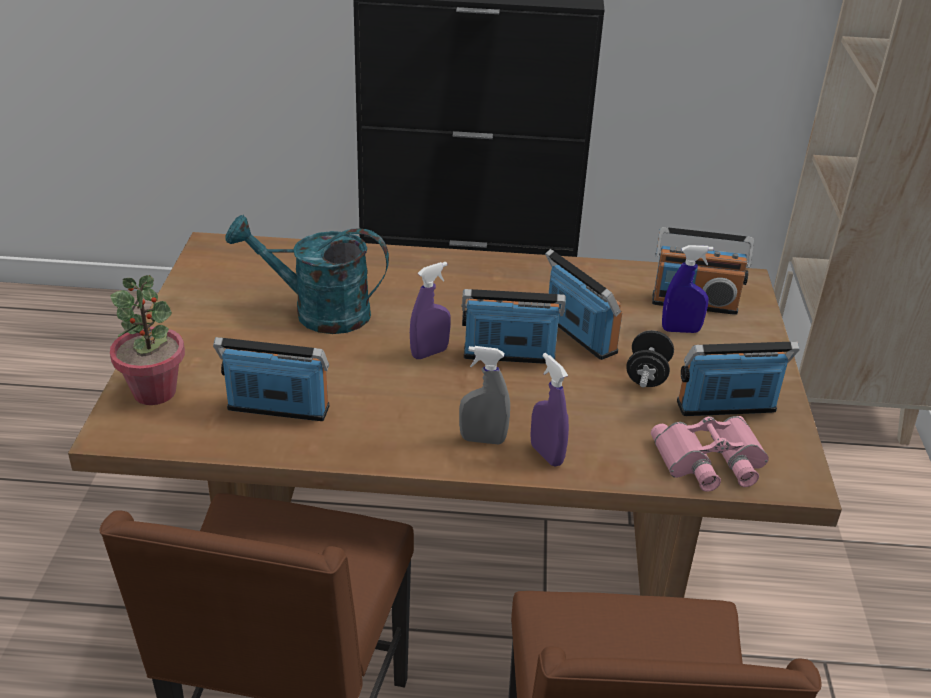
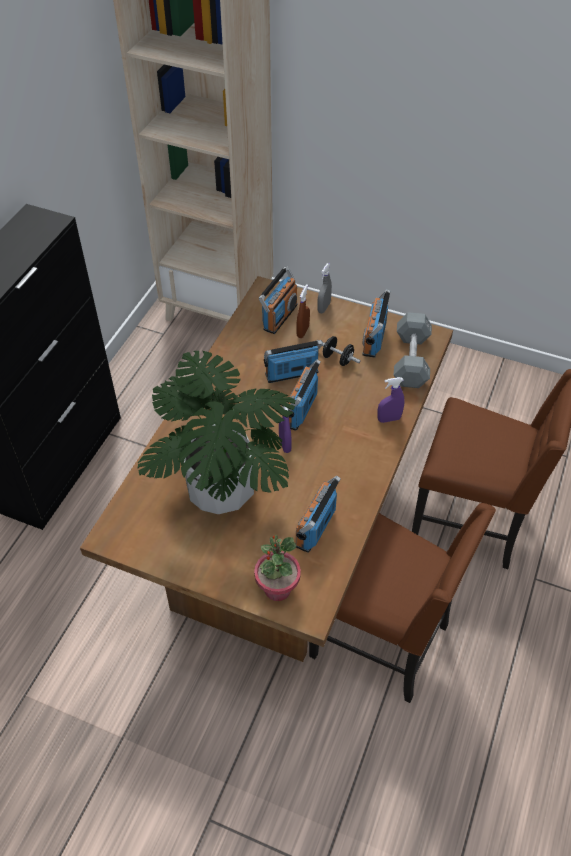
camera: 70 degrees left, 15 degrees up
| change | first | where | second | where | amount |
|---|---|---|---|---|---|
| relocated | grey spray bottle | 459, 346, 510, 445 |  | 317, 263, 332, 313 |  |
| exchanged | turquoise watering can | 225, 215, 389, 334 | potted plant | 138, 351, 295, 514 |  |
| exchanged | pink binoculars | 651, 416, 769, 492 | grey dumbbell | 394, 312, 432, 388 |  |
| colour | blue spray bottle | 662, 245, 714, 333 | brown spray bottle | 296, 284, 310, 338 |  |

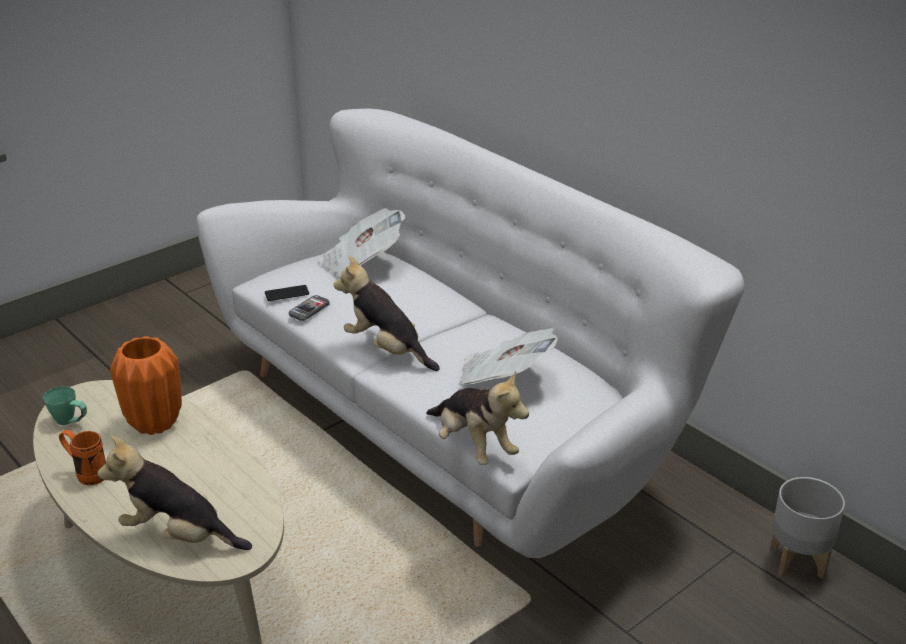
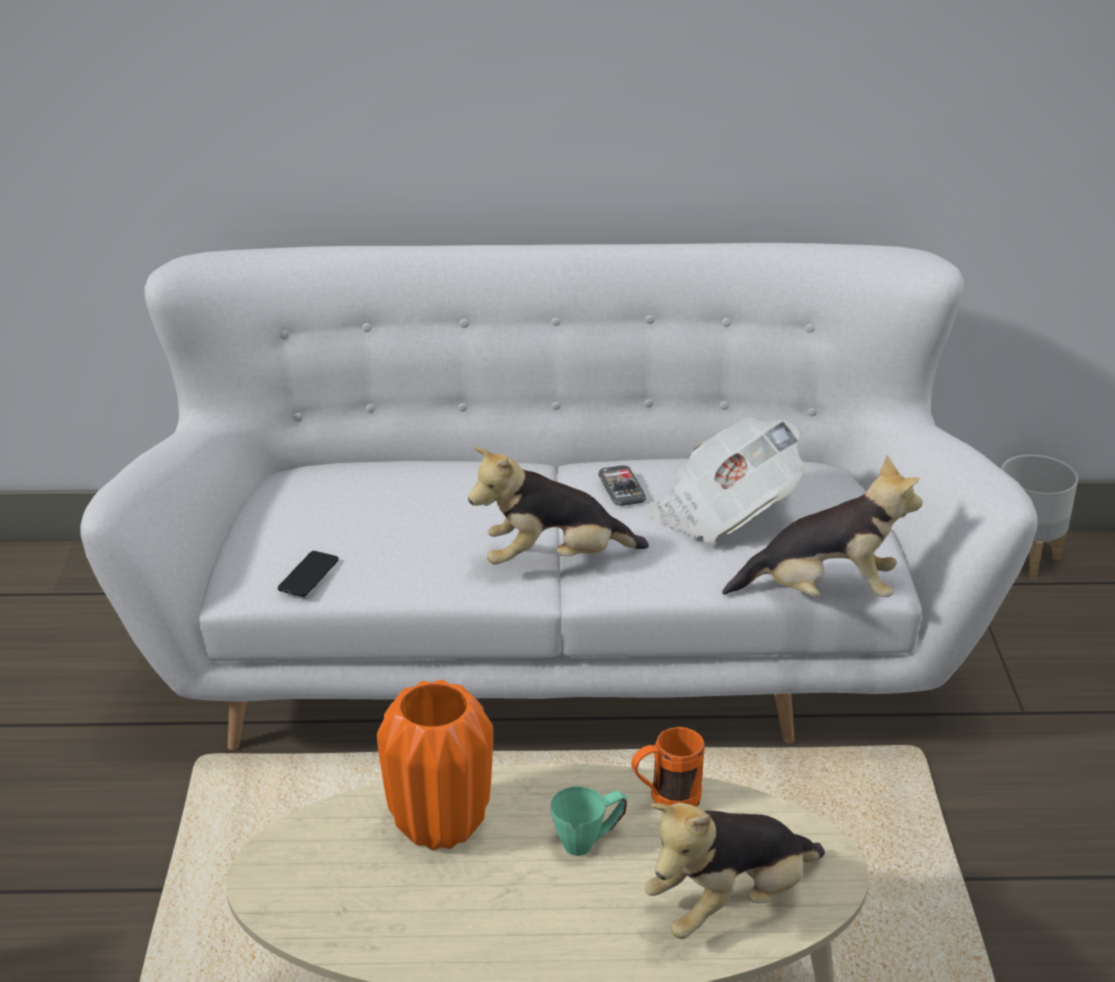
camera: 50 degrees left, 0 degrees up
| change | first | where | second | where | amount |
|---|---|---|---|---|---|
| missing | newspaper | 318, 208, 406, 276 |  |  |  |
| relocated | green mug | 43, 386, 87, 425 |  | 551, 786, 627, 856 |  |
| relocated | orange mug | 59, 430, 106, 485 |  | 631, 727, 705, 807 |  |
| relocated | phone | 289, 295, 330, 321 |  | 598, 465, 647, 506 |  |

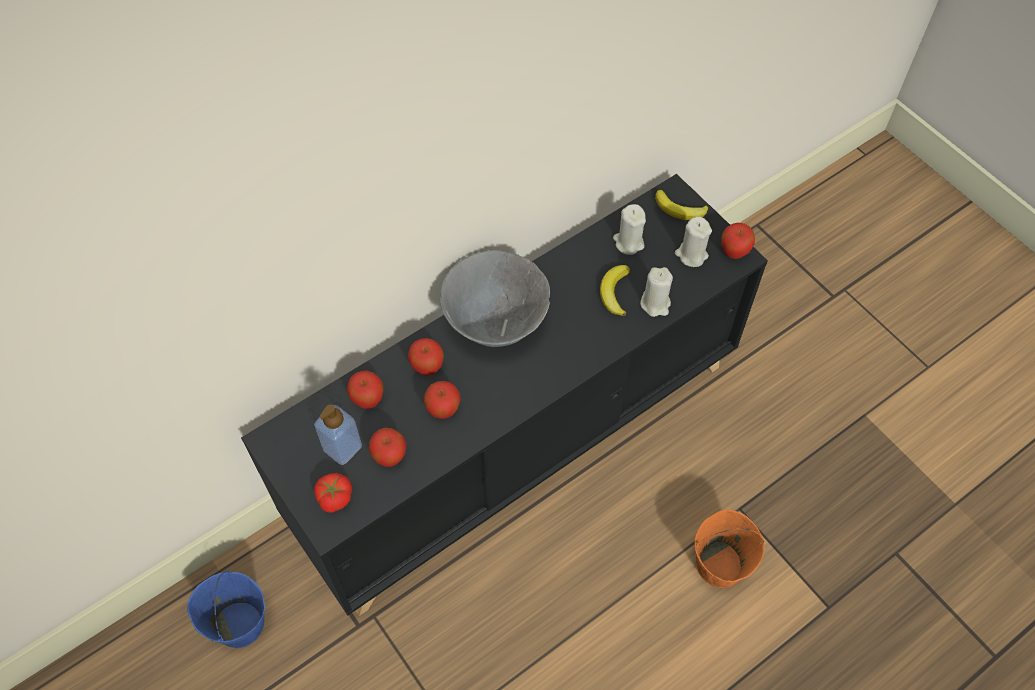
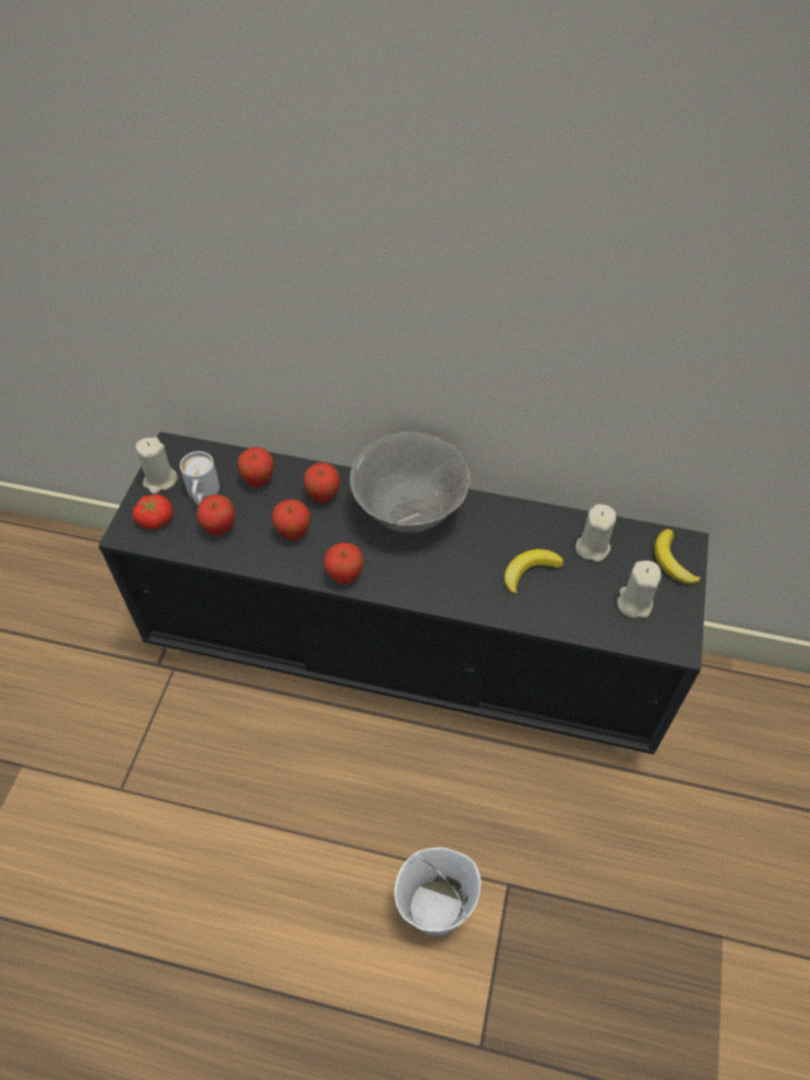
camera: 50 degrees right, 5 degrees down
| change | first | where | second | where | amount |
|---|---|---|---|---|---|
| missing | blue bucket | 187, 570, 265, 648 |  |  |  |
| relocated | beige candle | 640, 267, 673, 317 |  | 136, 437, 178, 494 |  |
| relocated | apple | 721, 223, 755, 259 |  | 323, 542, 364, 584 |  |
| exchanged | soap dispenser | 314, 404, 362, 465 | white mug | 180, 451, 220, 505 |  |
| colour | orange bucket | 695, 509, 765, 588 | white bucket | 394, 847, 481, 936 |  |

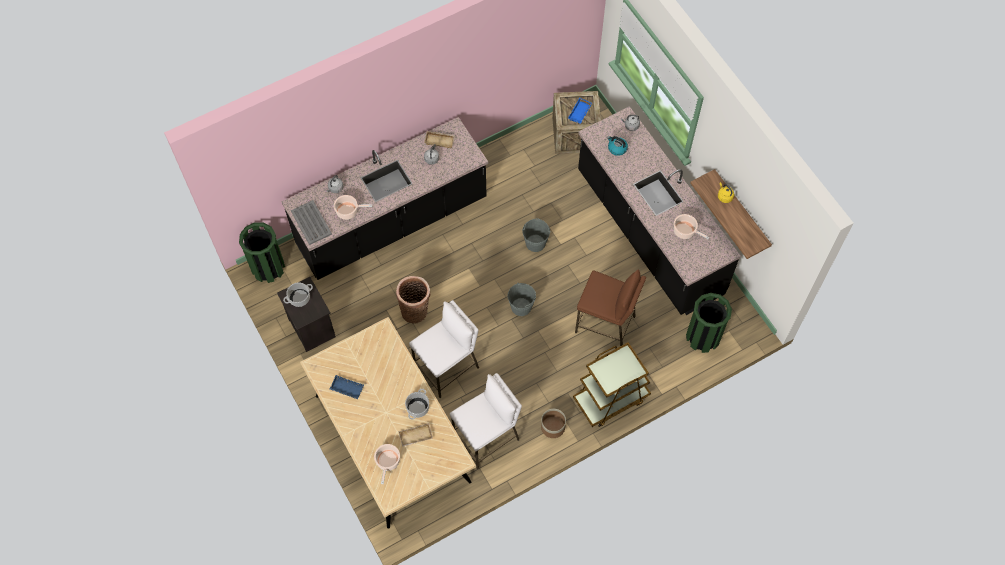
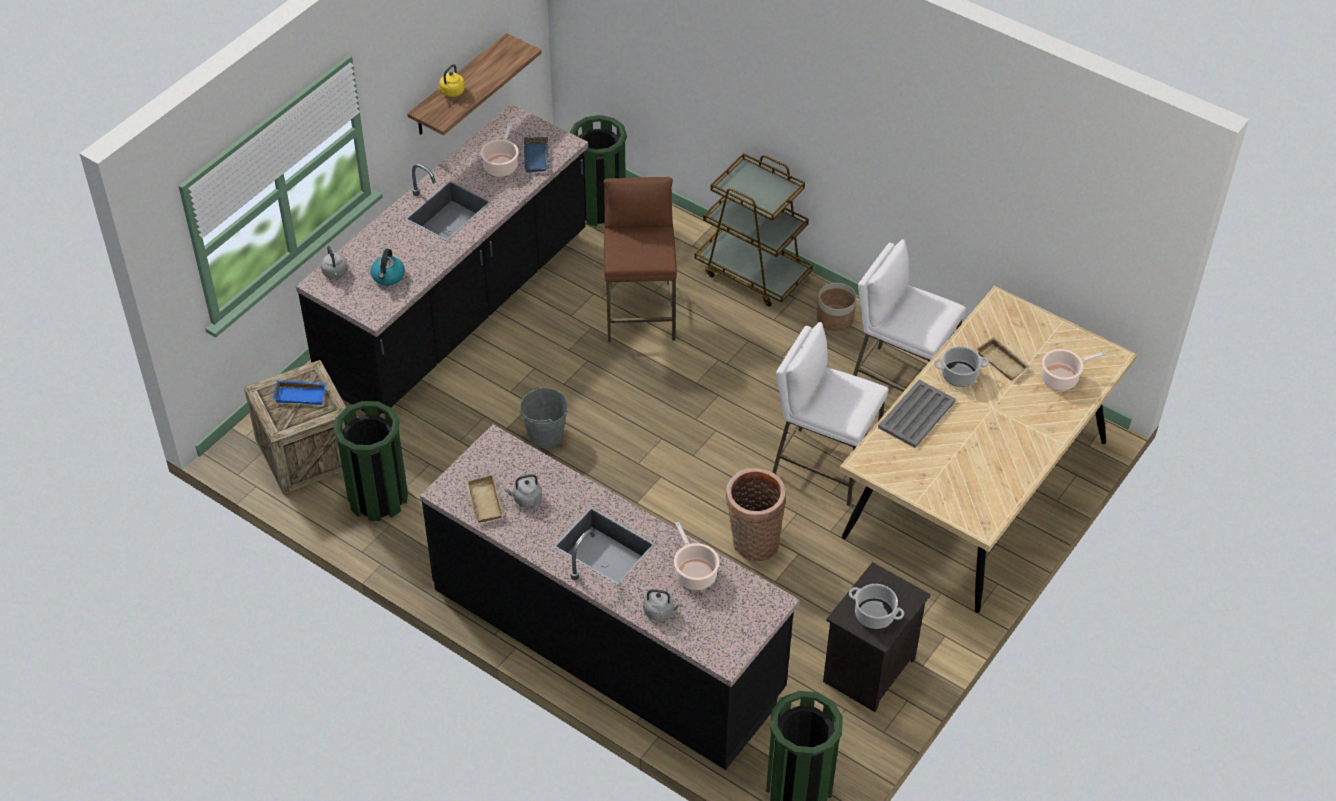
camera: 115 degrees left, 15 degrees down
| change | first | where | second | where | amount |
|---|---|---|---|---|---|
| missing | grey bucket | 508, 283, 536, 316 |  |  |  |
| appeared |  |  | green trash can | 334, 401, 408, 521 |  |
| relocated | grey tray | 291, 200, 332, 245 |  | 878, 380, 956, 448 |  |
| relocated | blue tray | 330, 375, 364, 399 |  | 524, 137, 549, 173 |  |

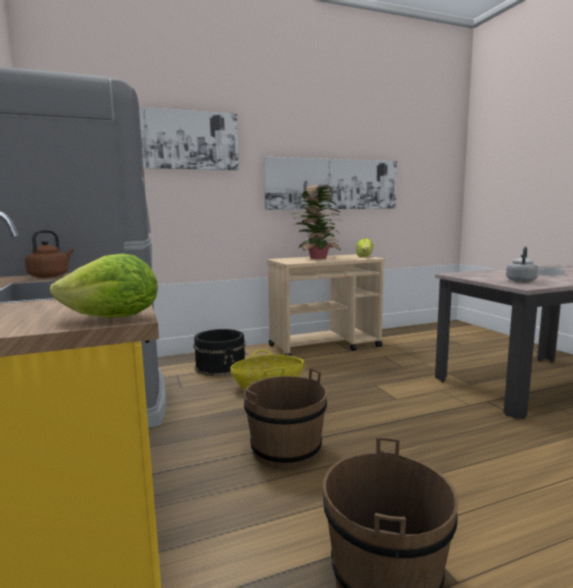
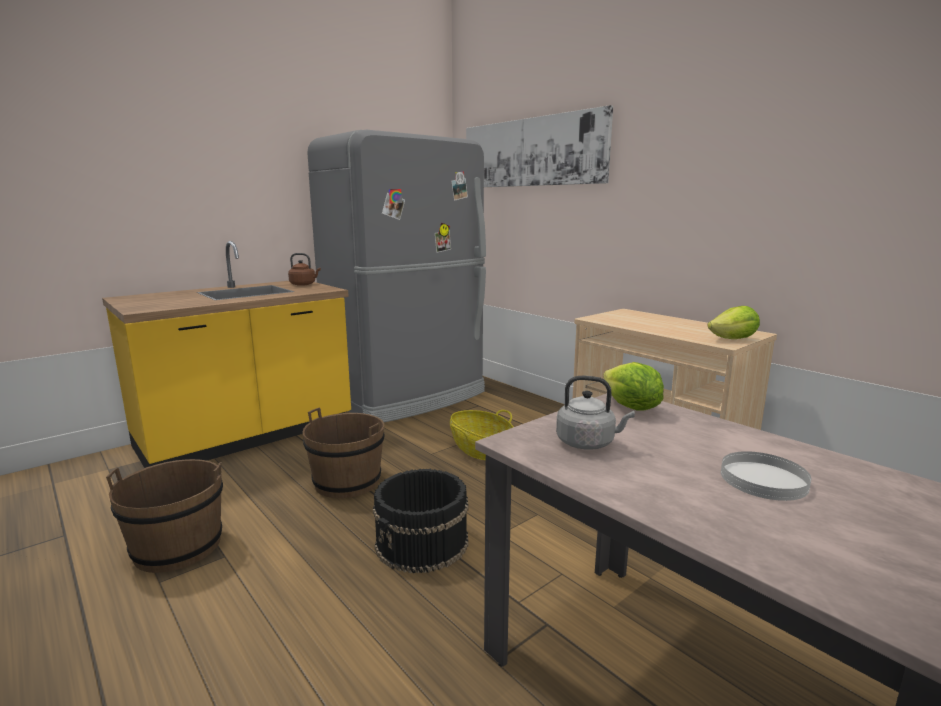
camera: 70 degrees right, 5 degrees up
| change | first | where | second | where | amount |
|---|---|---|---|---|---|
| missing | picture | 264, 157, 397, 210 |  |  |  |
| missing | potted plant | 293, 185, 342, 259 |  |  |  |
| relocated | lettuce | 50, 253, 158, 318 |  | 603, 362, 664, 411 |  |
| relocated | black bucket | 193, 329, 246, 376 |  | 373, 469, 468, 573 |  |

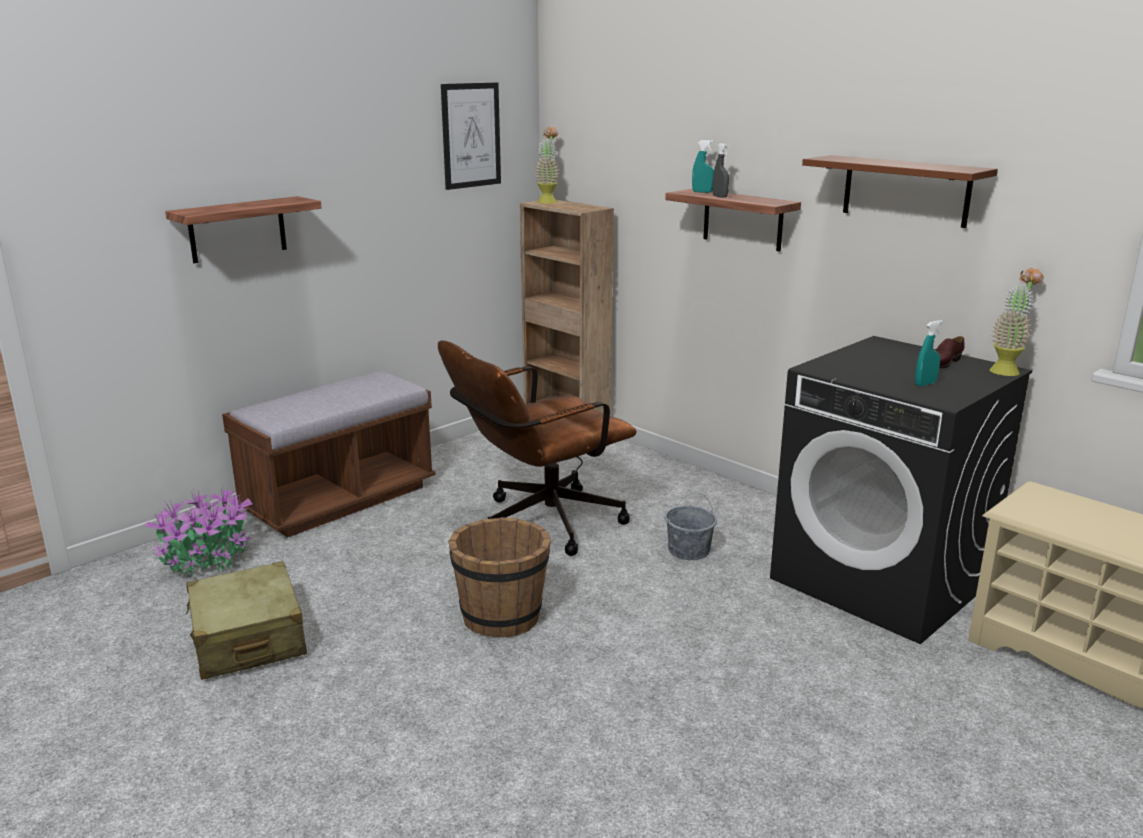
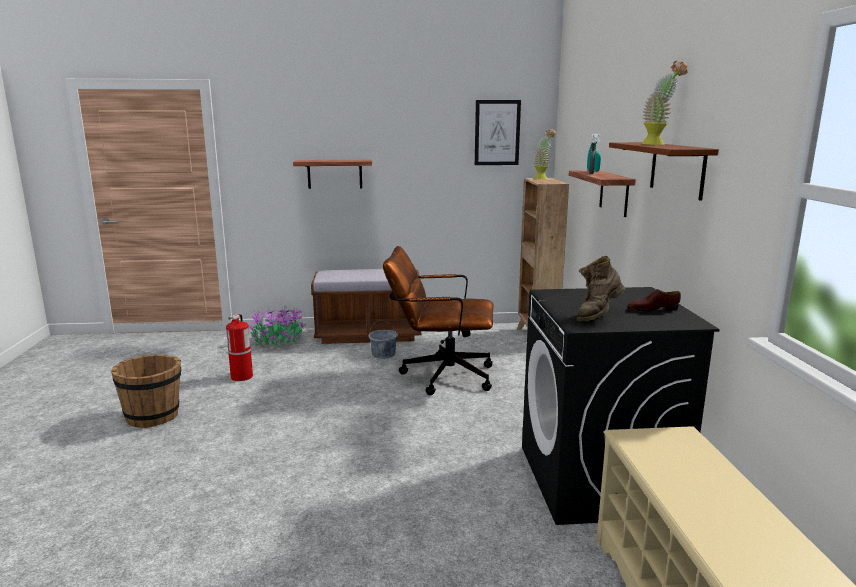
camera: 40 degrees right, 5 degrees down
| change | first | where | second | where | amount |
|---|---|---|---|---|---|
| relocated | brown bucket | 448, 517, 551, 637 |  | 111, 354, 181, 428 |  |
| relocated | grey bucket | 665, 493, 717, 560 |  | 368, 320, 398, 359 |  |
| relocated | potted plant | 989, 268, 1044, 376 |  | 642, 61, 688, 145 |  |
| exchanged | beige suitcase | 186, 561, 307, 680 | fire extinguisher | 226, 314, 253, 381 |  |
| exchanged | turquoise spray bottle | 915, 320, 943, 386 | brown boot | 577, 256, 625, 321 |  |

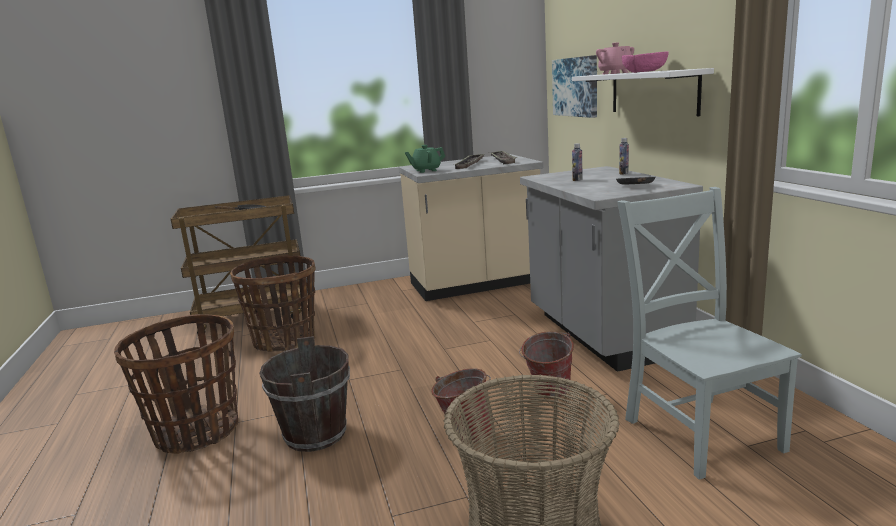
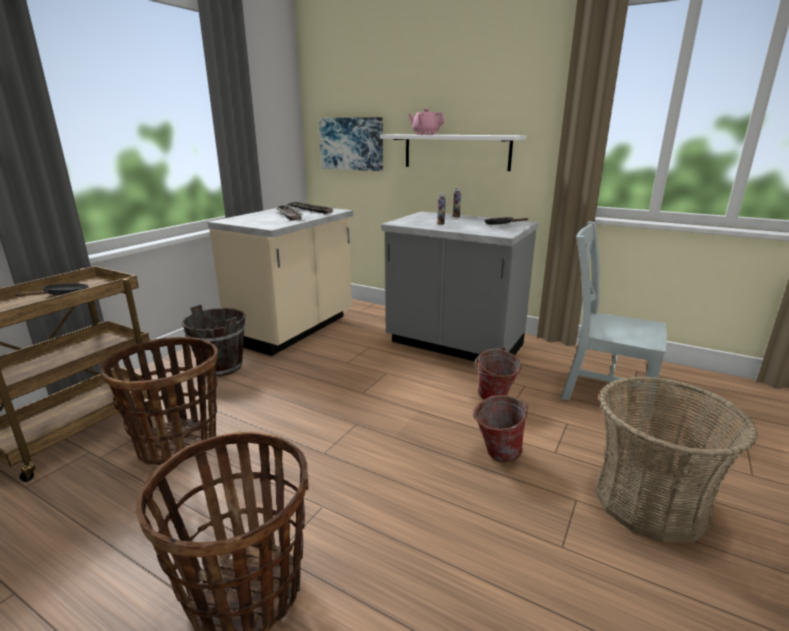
camera: 45 degrees left, 5 degrees up
| change | first | where | second | where | amount |
|---|---|---|---|---|---|
| missing | green teapot | 405, 145, 445, 173 |  |  |  |
| missing | pink bowl | 622, 51, 669, 73 |  |  |  |
| relocated | brown bucket | 260, 336, 350, 452 |  | 182, 304, 246, 377 |  |

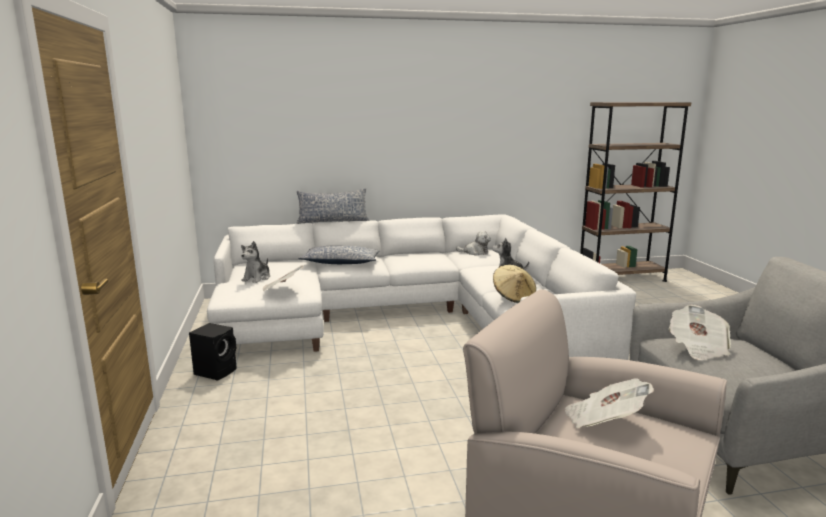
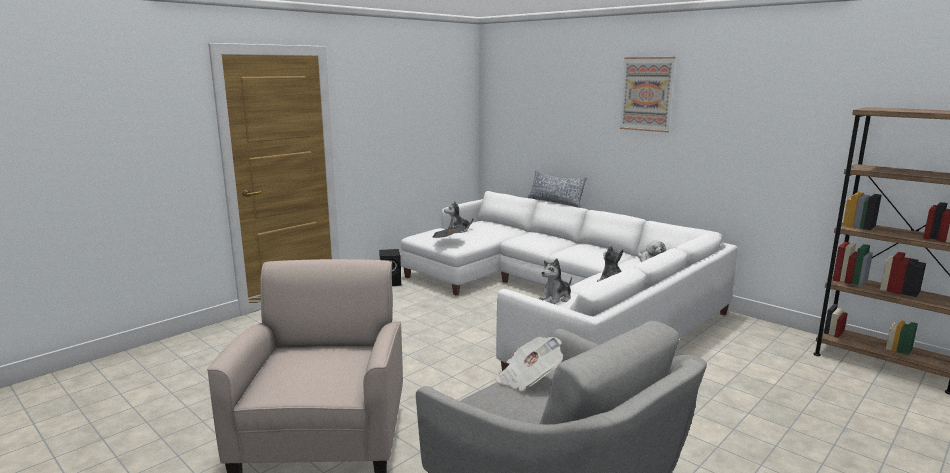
camera: 55 degrees right, 0 degrees up
| change | first | where | second | where | amount |
|---|---|---|---|---|---|
| missing | pillow | 298, 245, 380, 264 |  |  |  |
| missing | newspaper | 564, 378, 654, 428 |  |  |  |
| appeared |  |  | picture | 620, 57, 675, 133 |  |
| exchanged | beige hat | 493, 265, 536, 303 | plush toy | 539, 258, 572, 304 |  |

